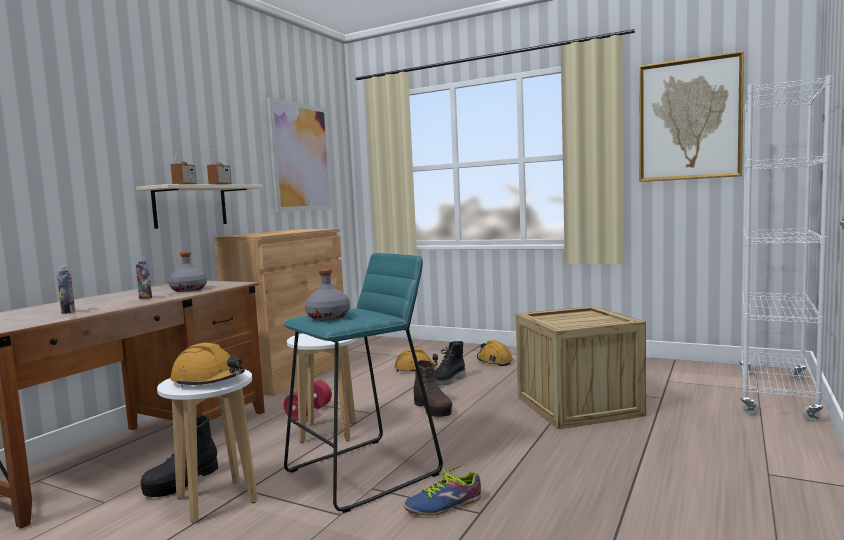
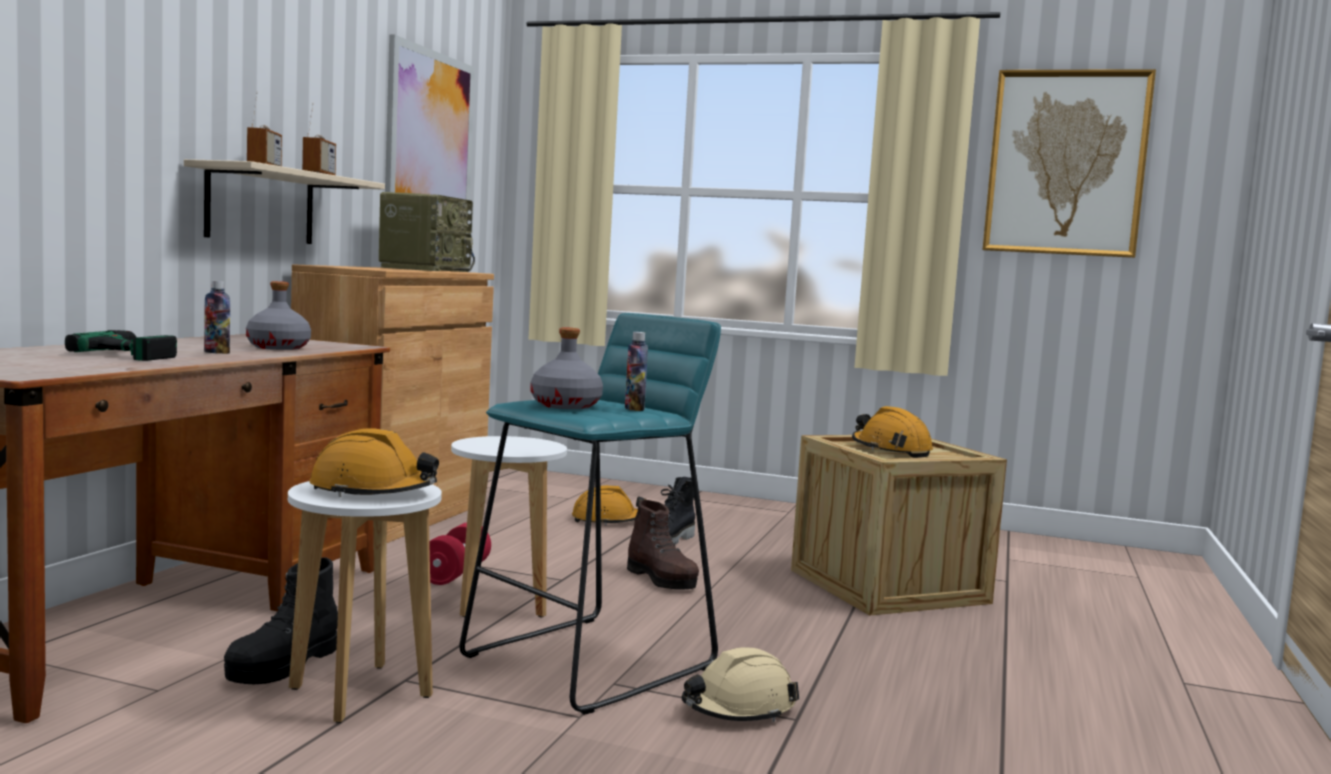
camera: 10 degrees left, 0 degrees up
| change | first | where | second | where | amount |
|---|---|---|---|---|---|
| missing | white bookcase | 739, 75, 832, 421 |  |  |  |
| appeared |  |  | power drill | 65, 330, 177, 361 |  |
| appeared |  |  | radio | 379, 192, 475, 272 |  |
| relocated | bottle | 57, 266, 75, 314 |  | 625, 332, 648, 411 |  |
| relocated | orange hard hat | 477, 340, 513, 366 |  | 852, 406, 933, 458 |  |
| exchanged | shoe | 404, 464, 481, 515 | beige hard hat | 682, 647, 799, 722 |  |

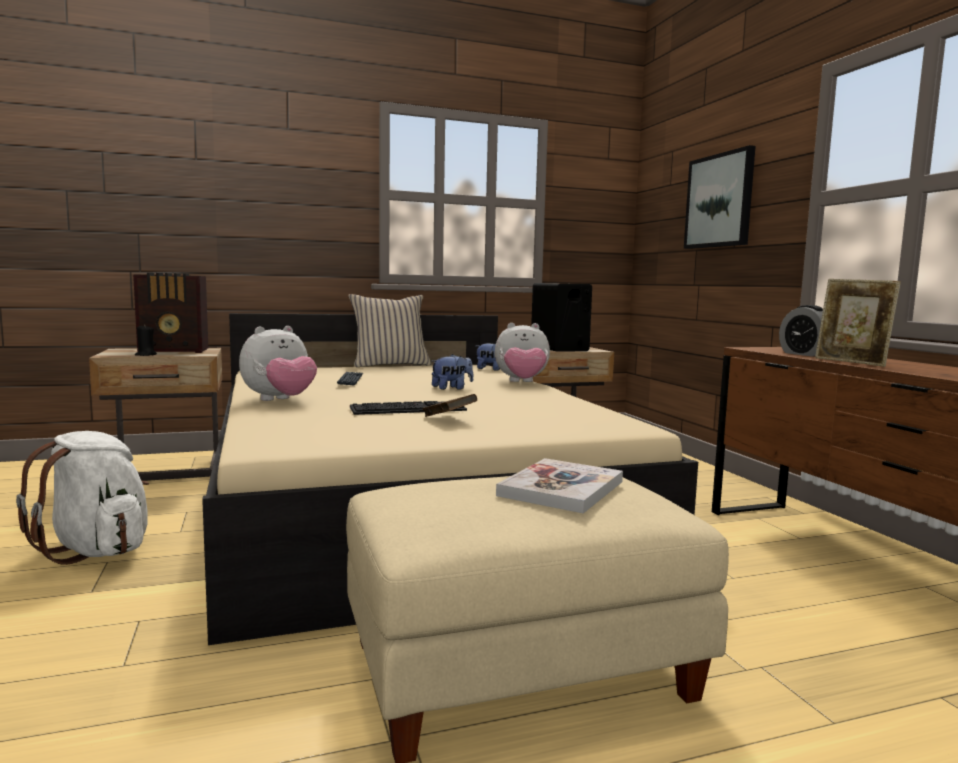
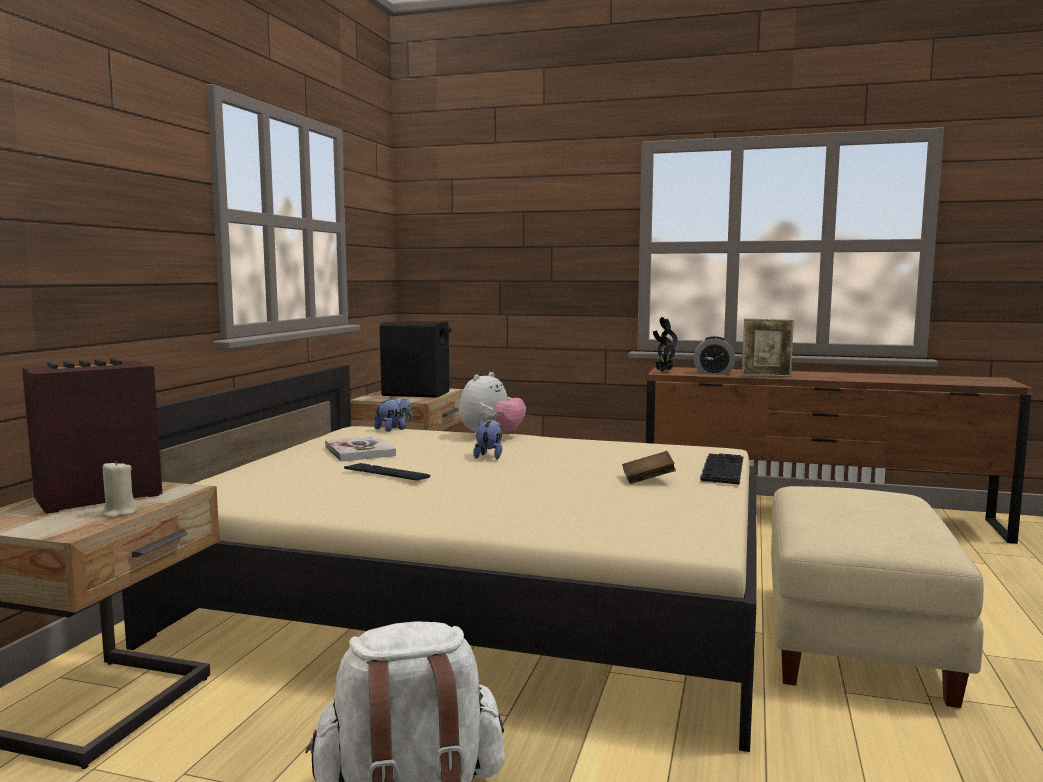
camera: 55 degrees left, 0 degrees up
| change | first | where | second | where | amount |
|---|---|---|---|---|---|
| missing | plush toy | 239, 326, 317, 401 |  |  |  |
| missing | beige pillow | 348, 294, 431, 367 |  |  |  |
| missing | picture | 684, 145, 756, 249 |  |  |  |
| appeared |  |  | potted plant | 653, 317, 678, 372 |  |
| relocated | keyboard | 350, 401, 467, 415 |  | 700, 453, 743, 485 |  |
| relocated | book | 496, 458, 623, 513 |  | 325, 436, 396, 462 |  |
| colour | black candle | 135, 324, 157, 356 | beige candle | 101, 460, 138, 518 |  |
| spun | radio | 133, 273, 208, 353 |  | 22, 358, 162, 514 | 150 degrees counterclockwise |

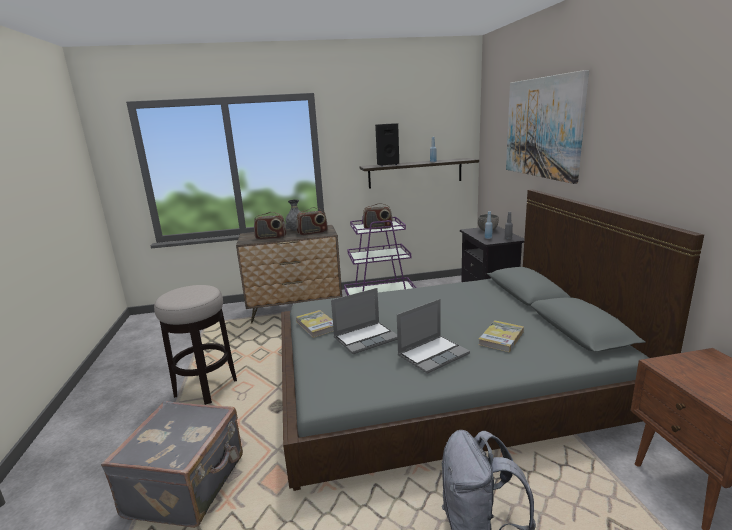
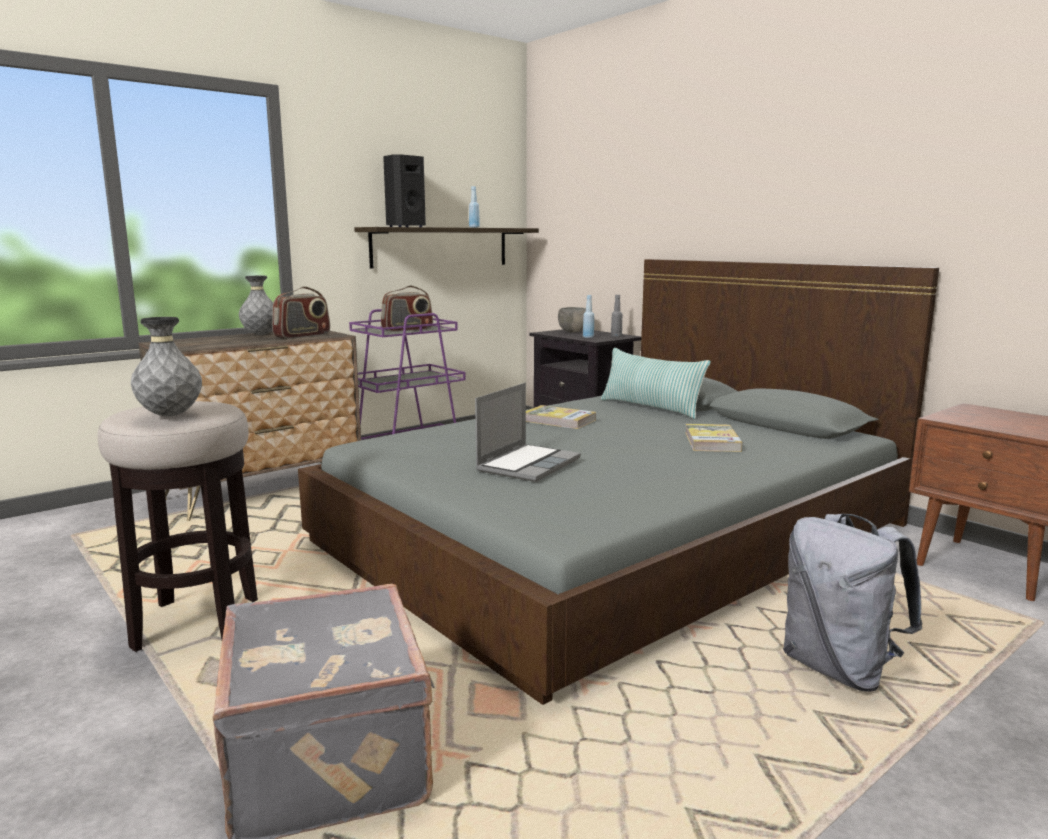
camera: 30 degrees left, 5 degrees down
| change | first | where | second | where | amount |
|---|---|---|---|---|---|
| missing | radio | 254, 212, 286, 240 |  |  |  |
| missing | laptop | 397, 299, 470, 374 |  |  |  |
| missing | picture | 506, 70, 589, 184 |  |  |  |
| appeared |  |  | grey vase | 131, 317, 202, 416 |  |
| appeared |  |  | pillow | 601, 348, 711, 419 |  |
| relocated | book | 296, 310, 334, 338 |  | 526, 405, 596, 429 |  |

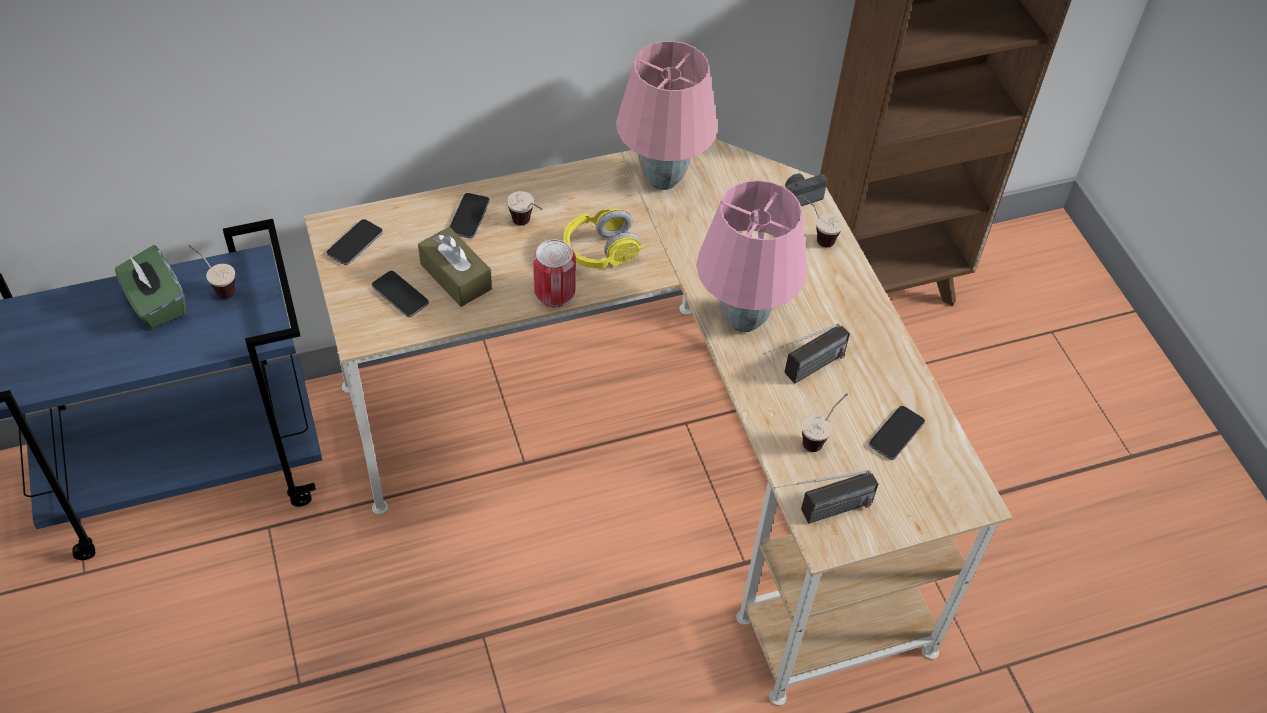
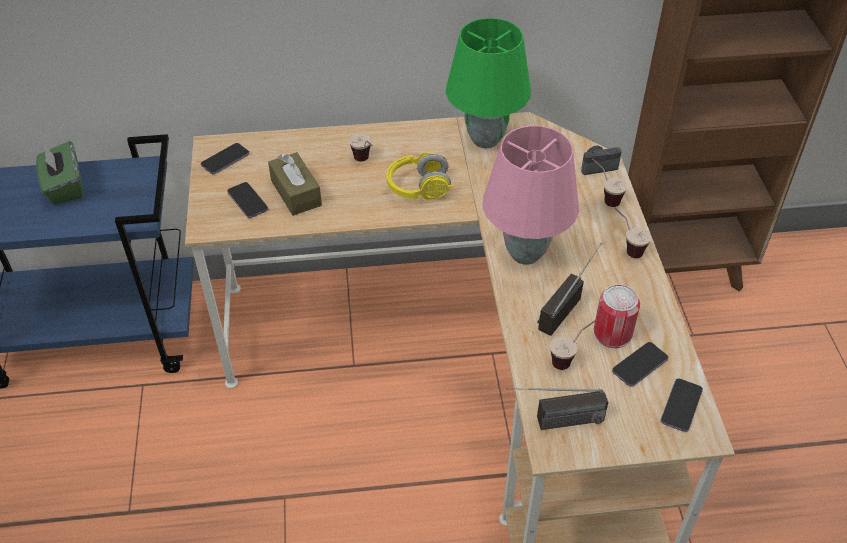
camera: 15 degrees right, 5 degrees down
| change | first | where | second | where | amount |
|---|---|---|---|---|---|
| relocated | cup | 189, 245, 235, 299 |  | 614, 208, 651, 258 |  |
| relocated | phone | 450, 193, 490, 238 |  | 661, 379, 703, 432 |  |
| relocated | can | 533, 240, 576, 307 |  | 594, 284, 640, 348 |  |
| colour | pink table lamp | 616, 41, 718, 190 | green table lamp | 446, 18, 531, 148 |  |
| spun | radio | 764, 324, 850, 384 |  | 537, 243, 602, 336 | 150 degrees clockwise |

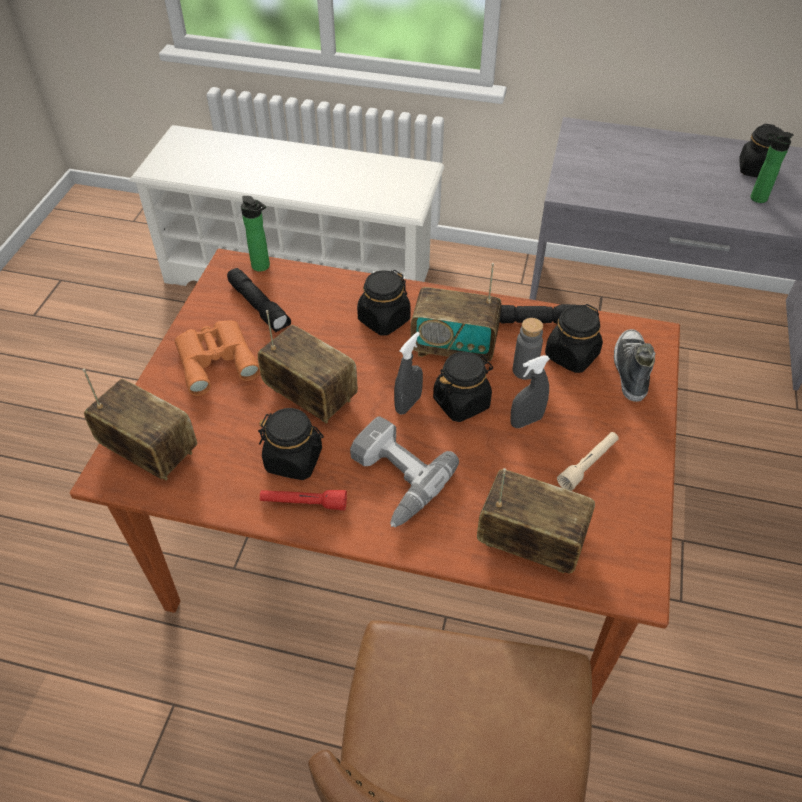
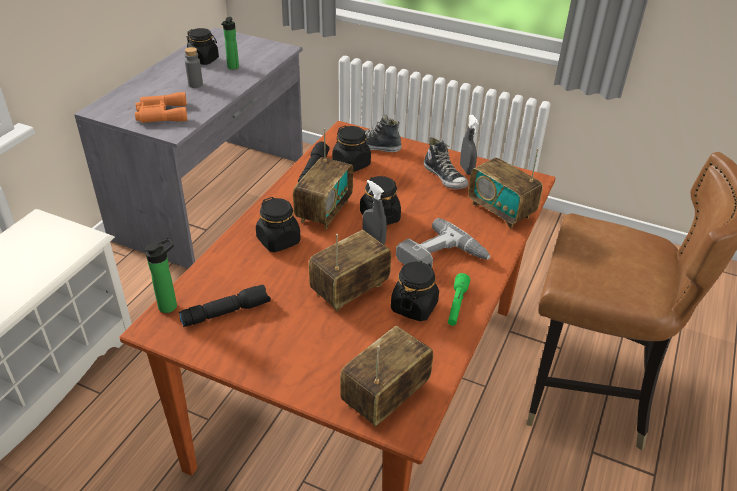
camera: 80 degrees left, 10 degrees down
| change | first | where | second | where | amount |
|---|---|---|---|---|---|
| relocated | orange binoculars | 175, 320, 260, 396 |  | 135, 92, 187, 123 |  |
| relocated | grey spray bottle | 510, 355, 550, 428 |  | 460, 115, 479, 175 |  |
| relocated | grey bottle | 513, 318, 543, 380 |  | 185, 47, 203, 88 |  |
| exchanged | beige flashlight | 557, 432, 619, 491 | shoe | 424, 137, 468, 189 |  |
| colour | red flashlight | 260, 490, 347, 511 | green flashlight | 448, 273, 470, 326 |  |
| spun | radio | 477, 468, 595, 573 |  | 468, 148, 543, 229 | 75 degrees counterclockwise |

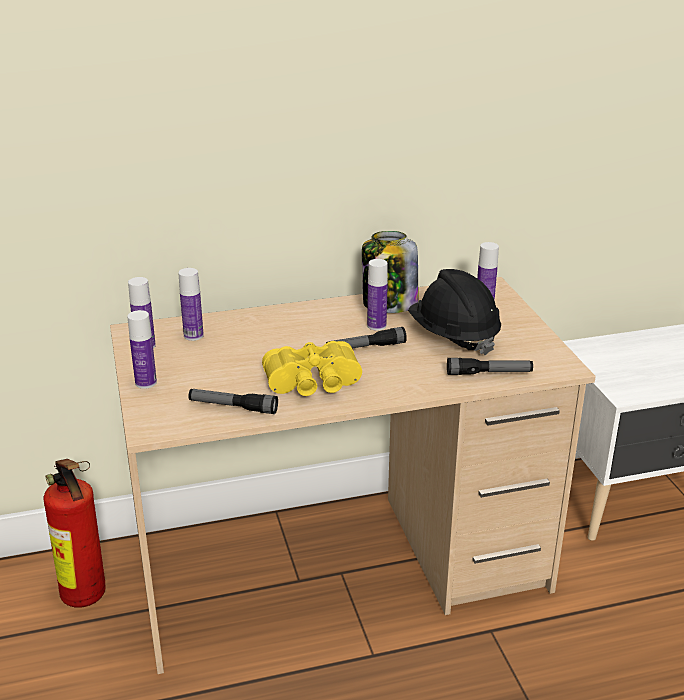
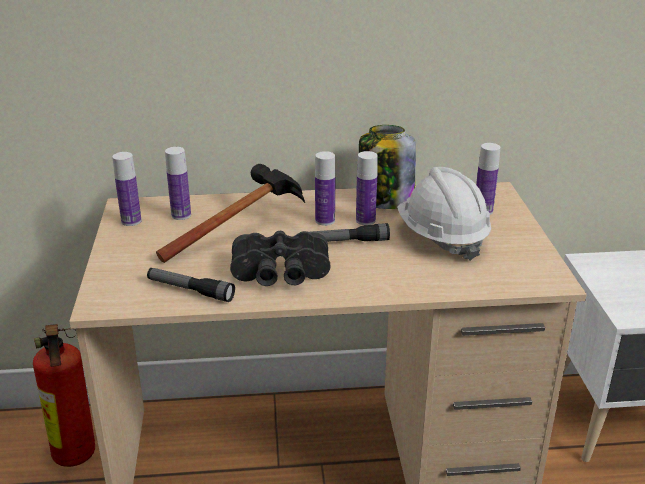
camera: 10 degrees right, 0 degrees up
| change | first | where | second | where | amount |
|---|---|---|---|---|---|
| missing | flashlight | 447, 358, 533, 375 |  |  |  |
| appeared |  |  | hammer | 156, 164, 305, 263 |  |
| relocated | bottle | 127, 310, 157, 389 |  | 315, 151, 335, 226 |  |
| colour | yellow binoculars | 262, 341, 362, 396 | black binoculars | 230, 231, 330, 286 |  |
| colour | black hard hat | 408, 269, 501, 355 | white hard hat | 397, 167, 491, 261 |  |

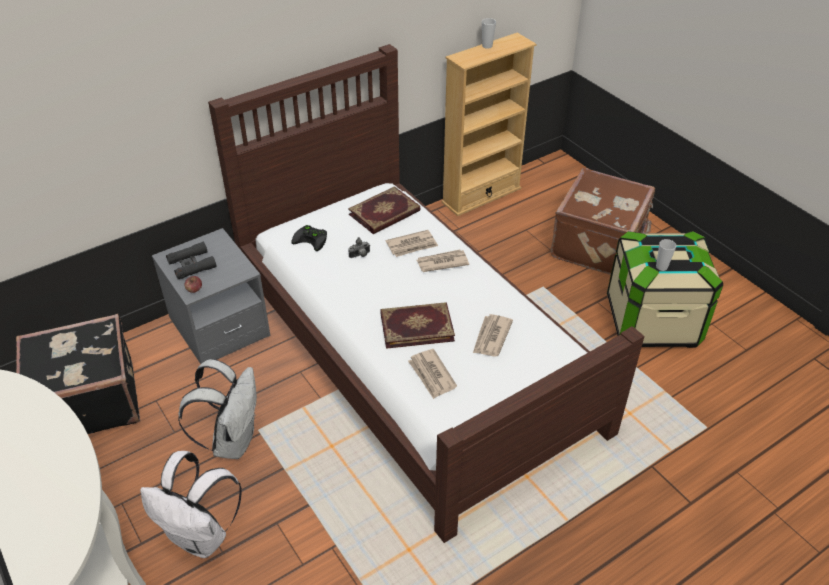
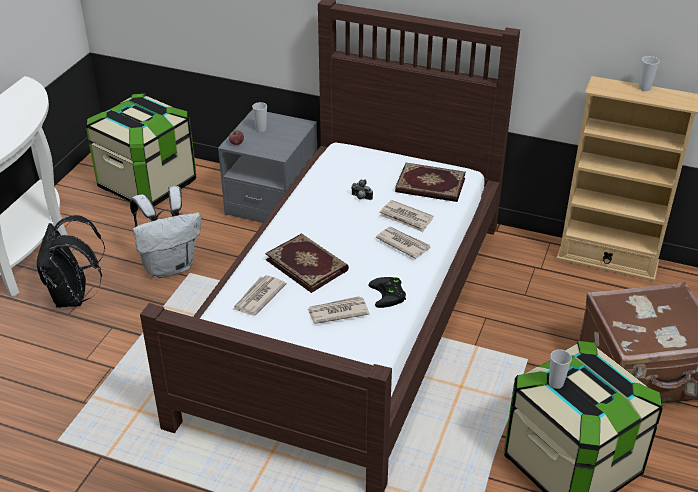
camera: 55 degrees right, 5 degrees down
| change | first | where | second | where | amount |
|---|---|---|---|---|---|
| relocated | black game controller | 291, 225, 327, 251 |  | 368, 277, 406, 308 |  |
| exchanged | black suitcase | 16, 314, 140, 434 | storage box | 86, 93, 196, 207 |  |
| exchanged | black binoculars | 166, 242, 217, 279 | cup | 252, 102, 267, 132 |  |
| colour | white backpack | 140, 451, 242, 558 | black backpack | 37, 215, 105, 308 |  |

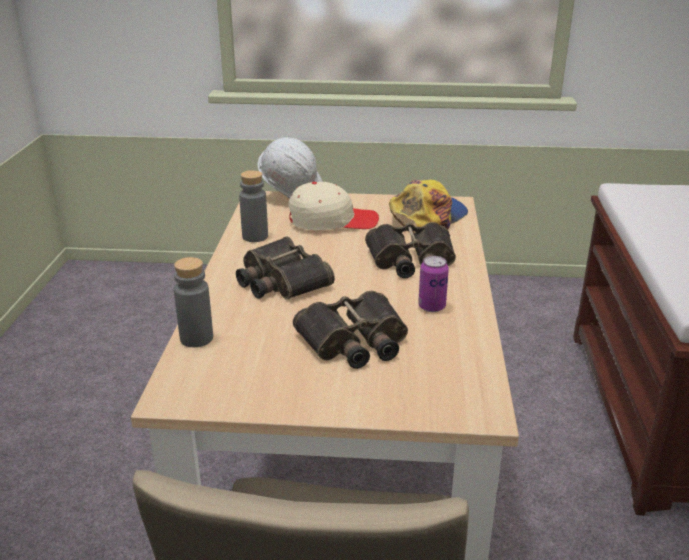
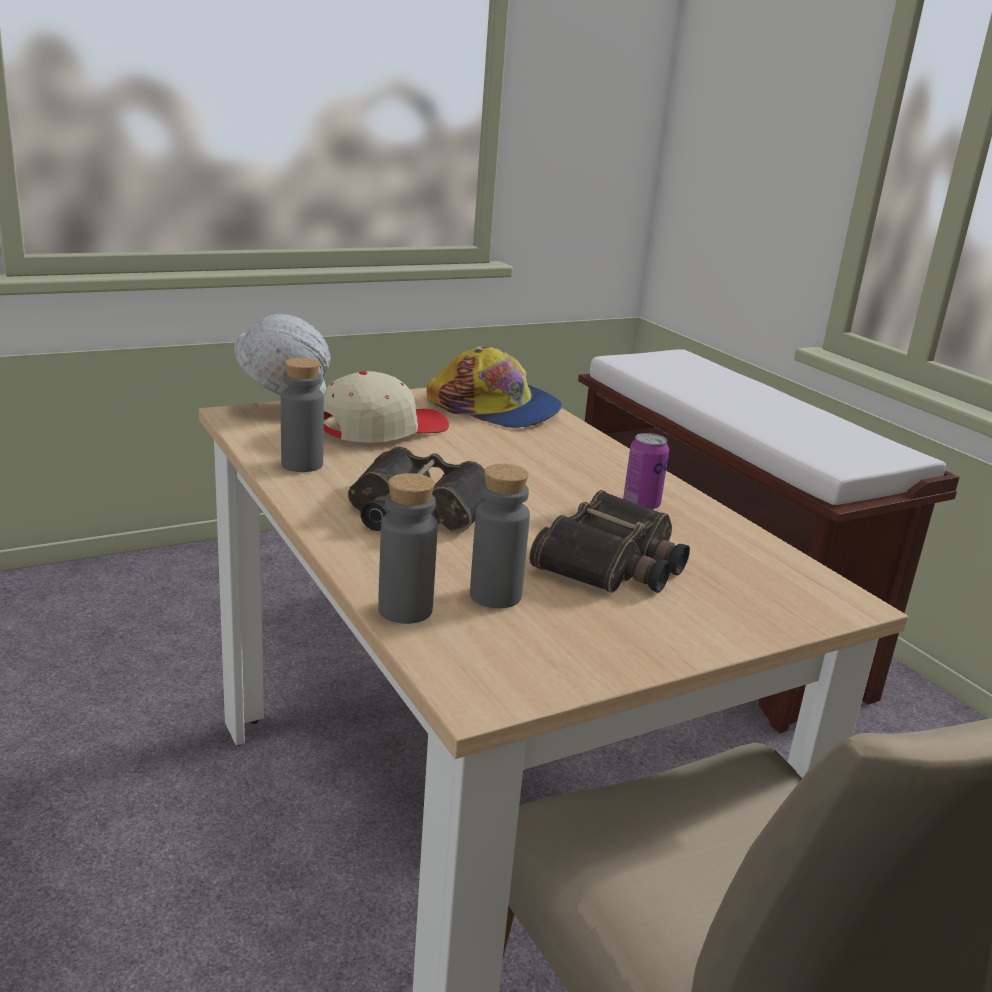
camera: 35 degrees left, 5 degrees down
| change | first | where | second | where | amount |
|---|---|---|---|---|---|
| missing | binoculars | 365, 222, 456, 278 |  |  |  |
| appeared |  |  | grey bottle | 470, 464, 530, 608 |  |
| spun | cap | 389, 179, 468, 233 |  | 426, 346, 562, 428 | 120 degrees clockwise |

